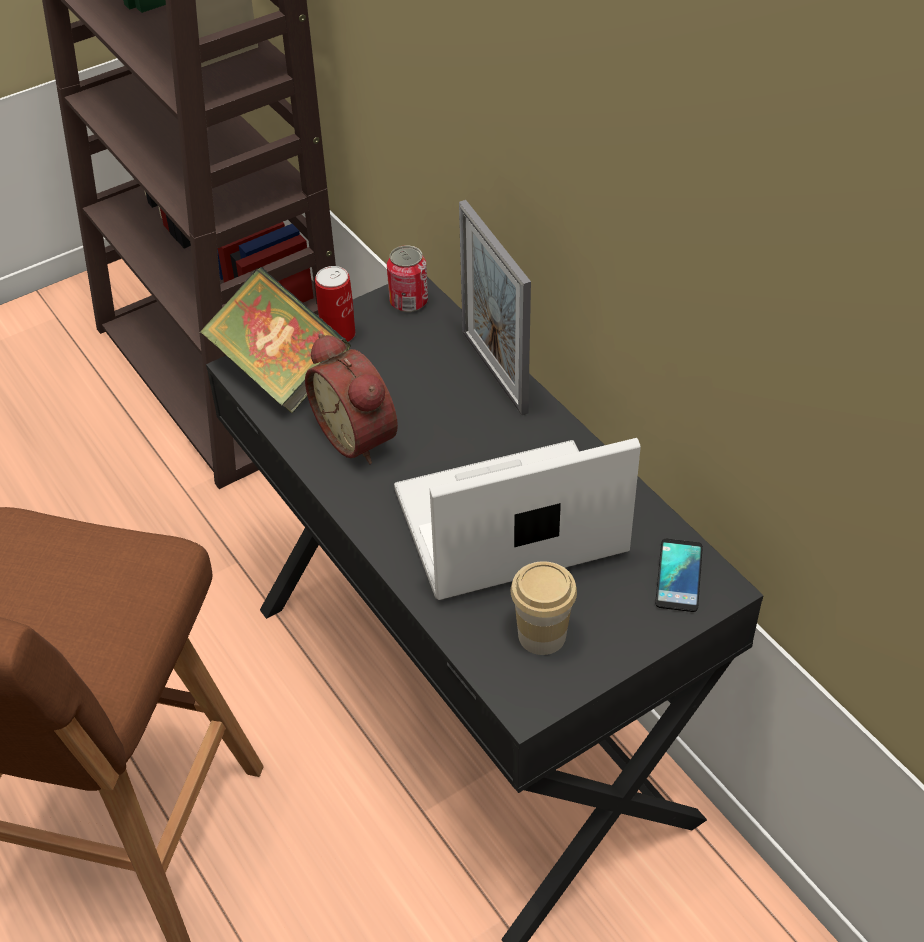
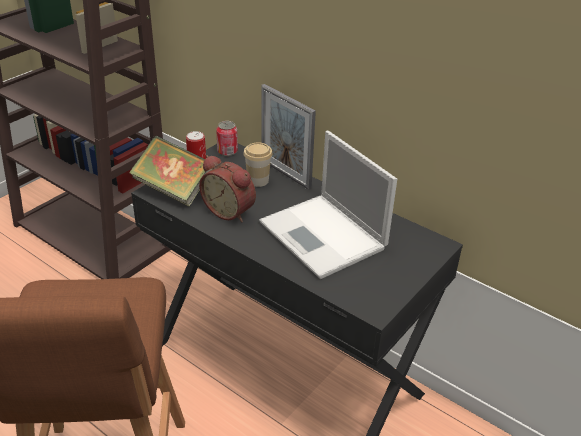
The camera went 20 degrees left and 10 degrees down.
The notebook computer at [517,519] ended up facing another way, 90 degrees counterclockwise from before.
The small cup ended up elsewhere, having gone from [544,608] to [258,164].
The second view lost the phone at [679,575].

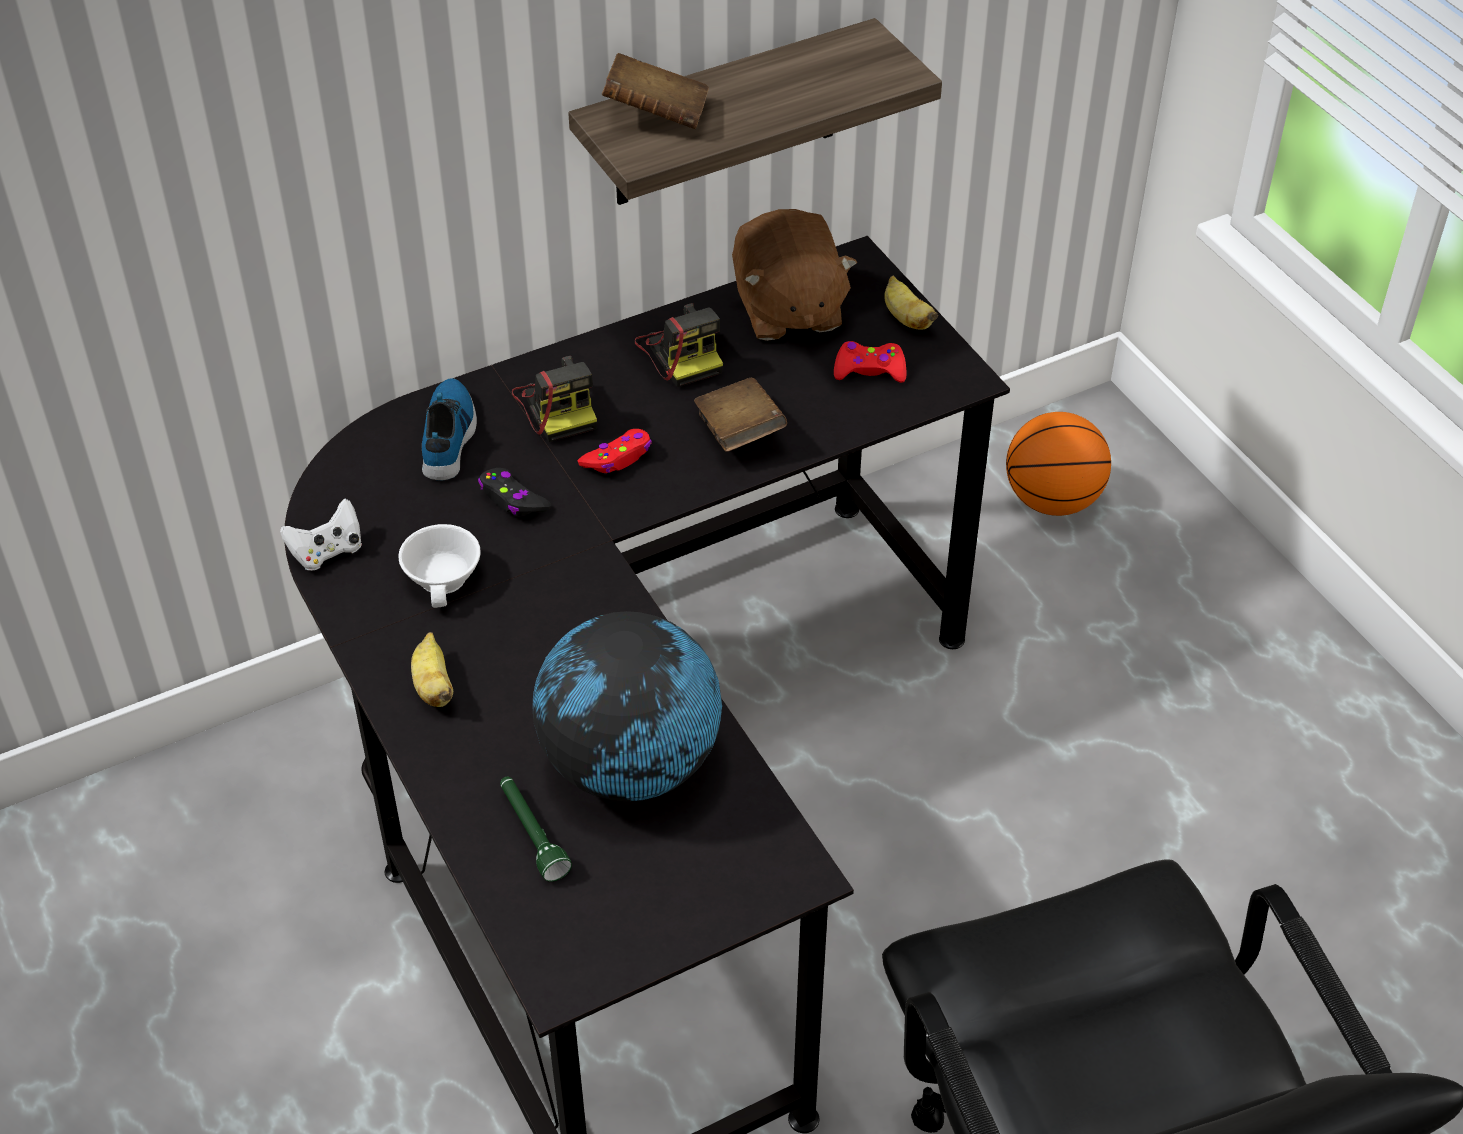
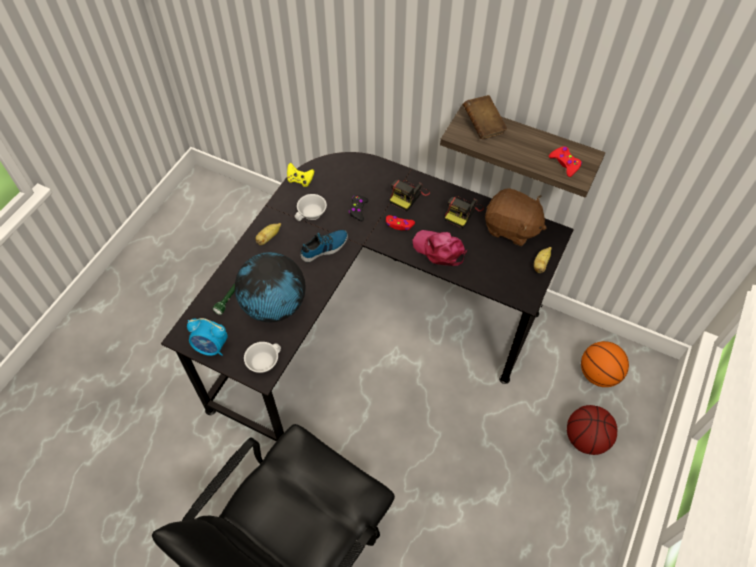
The camera went 55 degrees right and 10 degrees up.
What was the gamepad/white at [321,535] turned into the gamepad/yellowish at [300,175].
The item of footwear ended up elsewhere, having gone from [449,429] to [324,246].
Where the volume/brown-coloured stood at [740,415], the baseball cap/pinkish came to stand at [440,248].
The cuddly toy/brown-coloured at [794,275] ended up facing another way, 105 degrees counterclockwise from before.
The gamepad/reddish ended up elsewhere, having gone from [870,362] to [565,161].
The second view gained the bedside clock at [207,337].
The second view gained the small cup/white at [262,357].
The second view gained the basketball at [592,430].

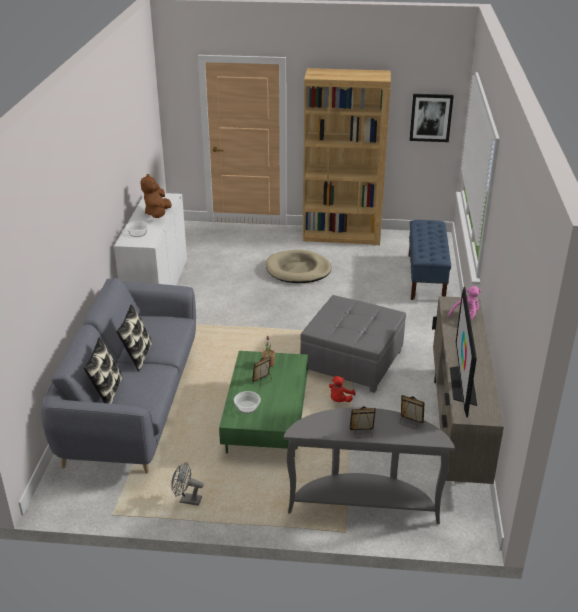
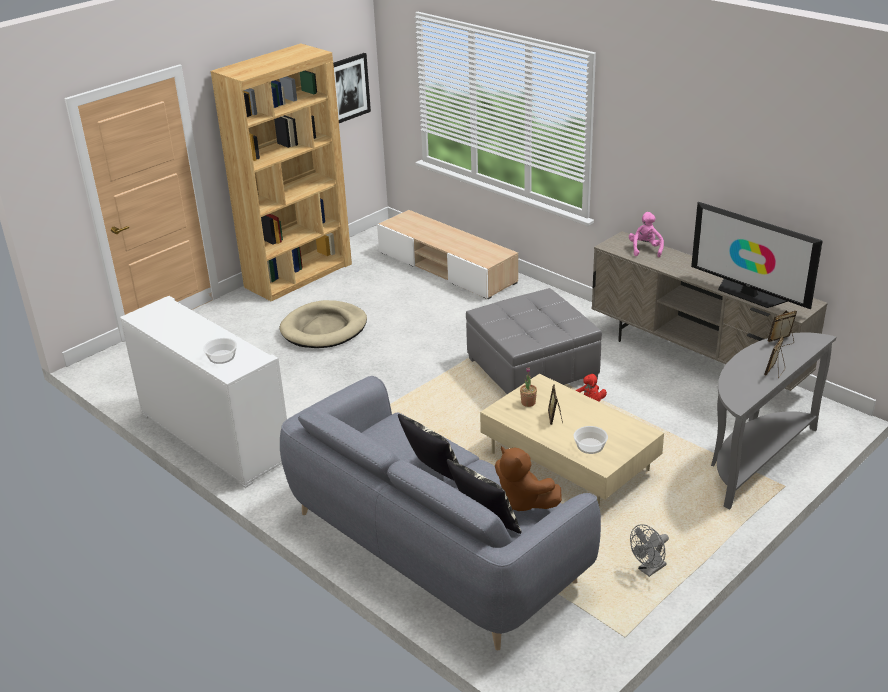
The camera went 50 degrees left and 0 degrees up.
The cuddly toy/brown-coloured ended up elsewhere, having gone from [156,196] to [528,478].
What was the coffee table/greenish at [263,403] turned into the coffee table/beige at [572,441].
Where the bench/bluish stood at [430,260], the tv stand/beige came to stand at [447,254].

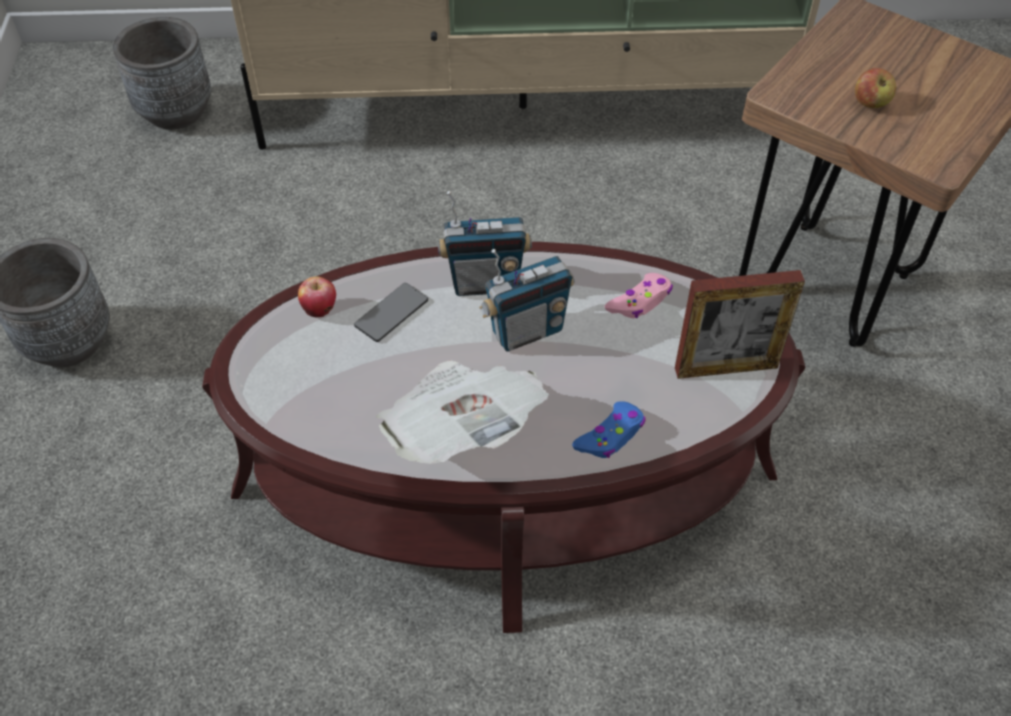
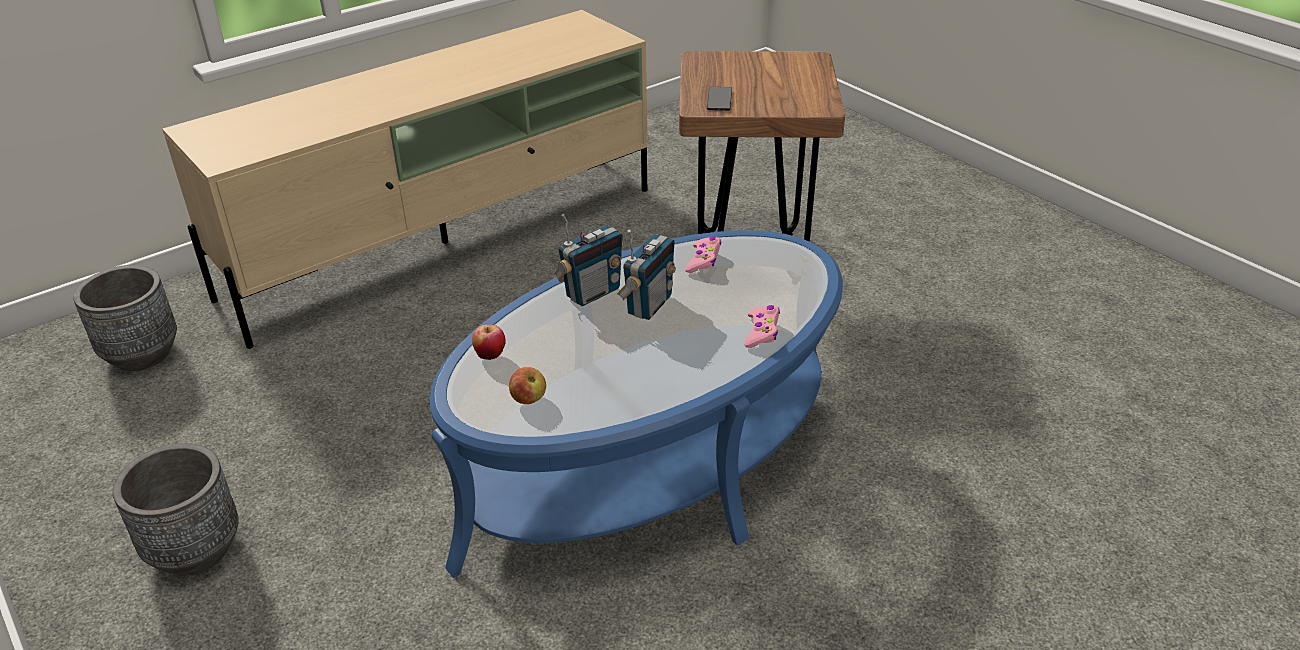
The camera went 35 degrees left and 15 degrees down.
What was the coffee table/brown-coloured at [503,437] turned into the coffee table/bluish at [636,404].
The phone ended up elsewhere, having gone from [391,312] to [719,99].
The second view lost the printed paper at [462,412].
What was the gamepad/bluish at [609,429] turned into the gamepad/pinkish at [762,326].
The second view lost the picture frame at [740,324].
The apple fruit ended up elsewhere, having gone from [875,88] to [527,385].

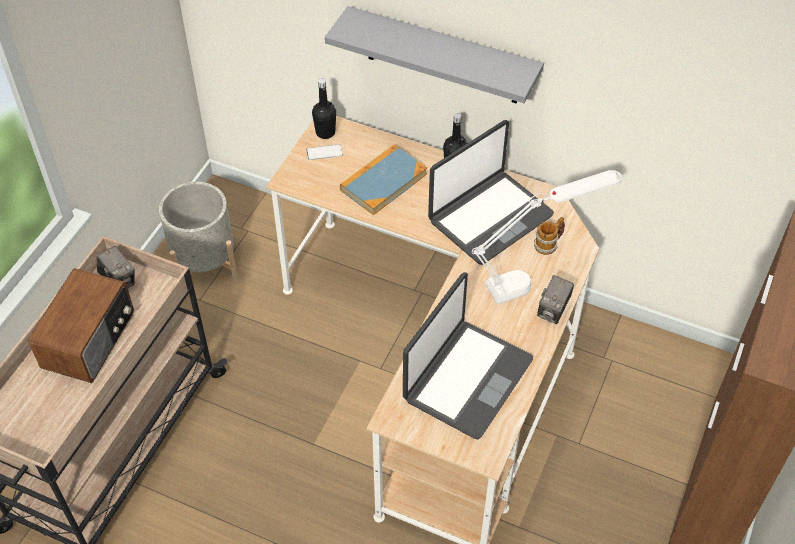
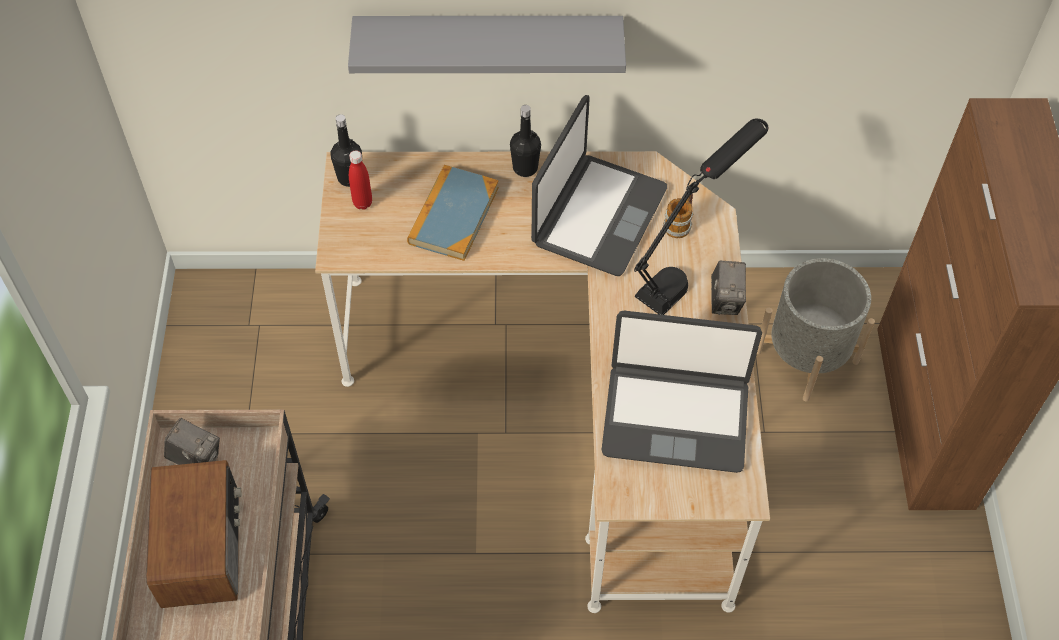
The camera went 25 degrees left and 5 degrees up.
The flower pot/gray ended up elsewhere, having gone from [198,232] to [816,330].
Where the phone stood at [324,152], the beverage bottle/reddish came to stand at [360,180].
The notebook computer at [468,355] ended up facing another way, 90 degrees clockwise from before.
What was the tabletop lamp/white at [547,237] turned into the tabletop lamp/black-coloured at [701,217].

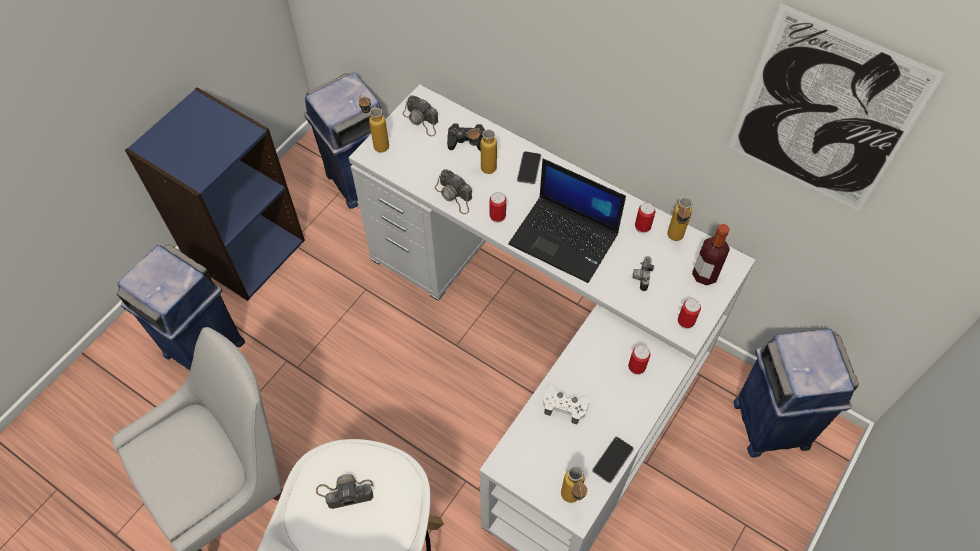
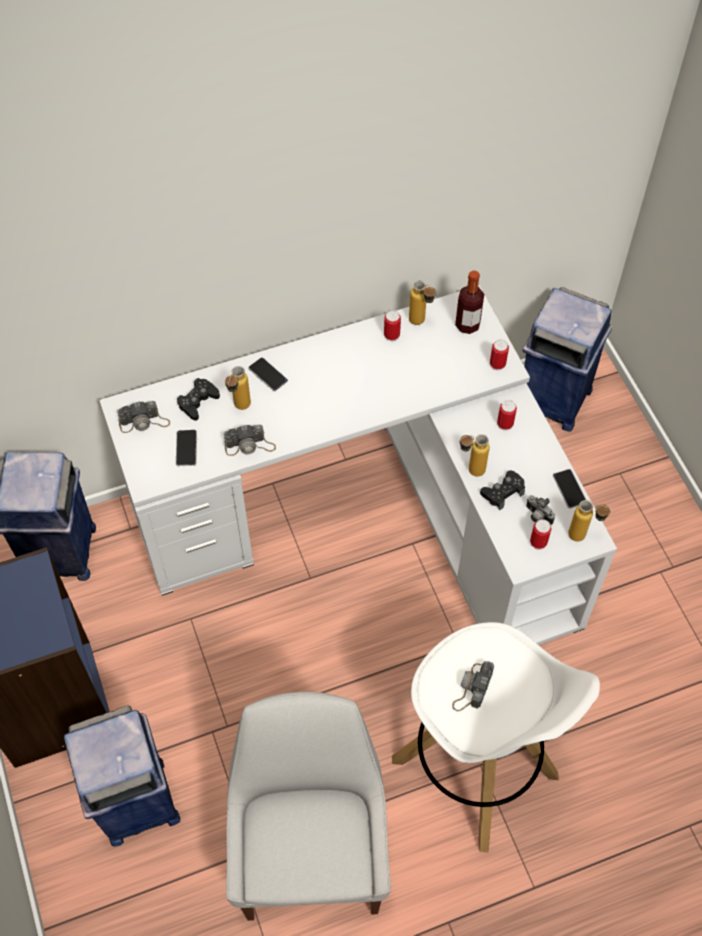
The camera went 55 degrees left and 0 degrees up.
The beverage bottle ended up elsewhere, having gone from [374,123] to [474,455].
The can ended up elsewhere, having gone from [498,207] to [540,534].
The second view lost the notebook computer at [567,220].
What was the gamepad/white at [566,405] turned into the gamepad/black-coloured at [502,490].
The still camera ended up elsewhere, having gone from [643,273] to [540,510].
The second view lost the wall art at [837,107].
The second view gained the phone at [186,448].

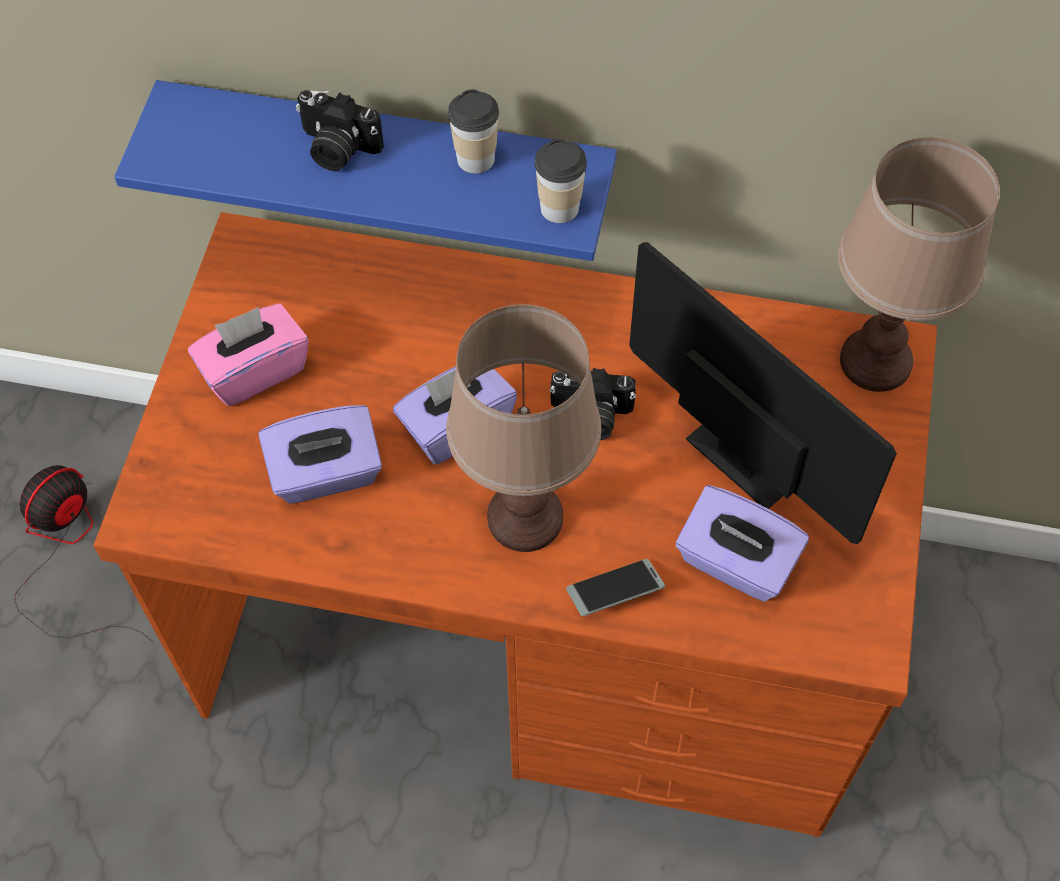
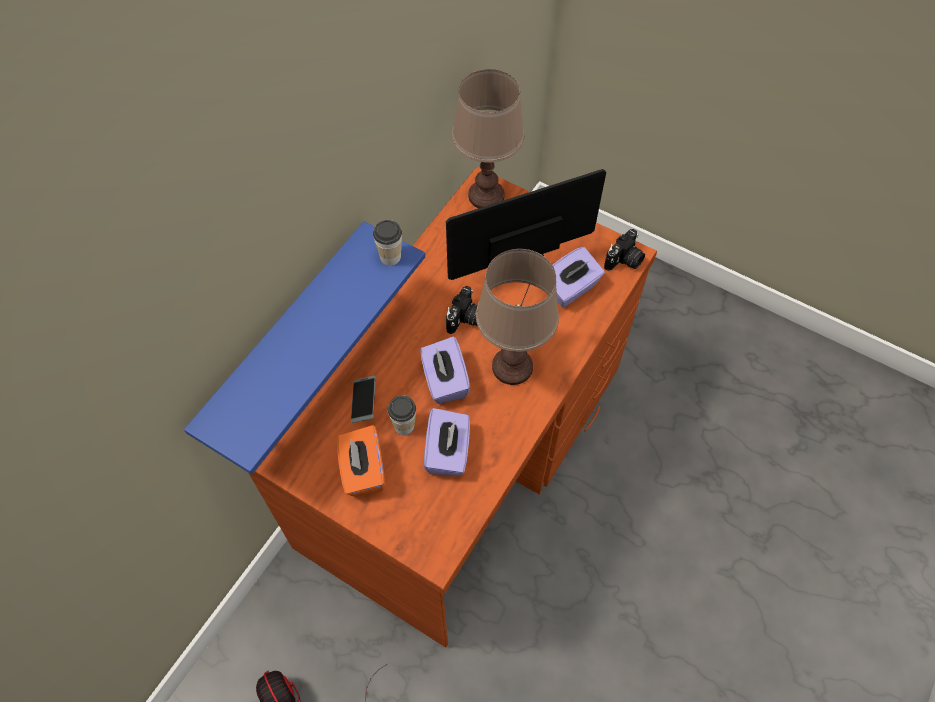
The camera went 70 degrees left and 0 degrees up.
What was the tissue box/pinkish at [248,354] turned into the tissue box/orangey at [361,460].
The still camera ended up elsewhere, having gone from [340,130] to [624,250].
The small cup ended up elsewhere, having gone from [473,131] to [402,415].
The phone ended up elsewhere, having gone from [615,587] to [363,399].

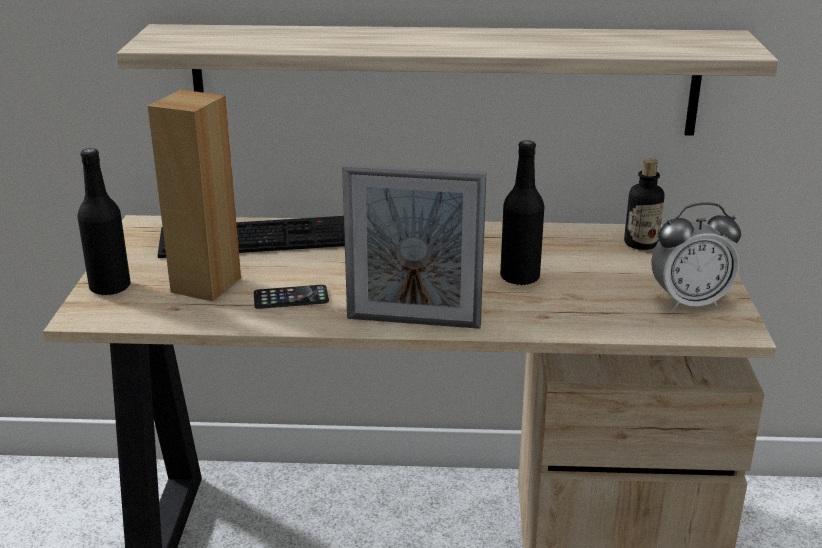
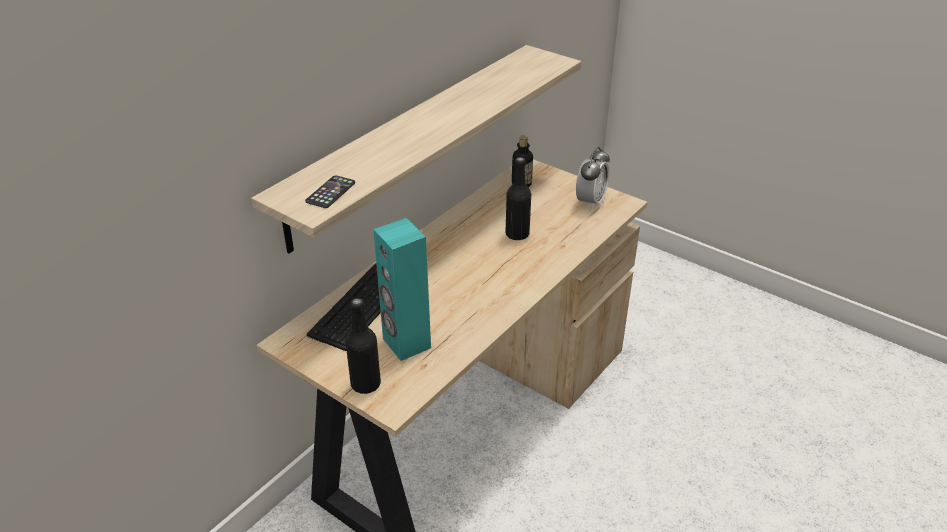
The camera went 55 degrees left and 10 degrees up.
What was the loudspeaker/brown-coloured at [194,195] turned into the loudspeaker/turquoise at [402,289].
The phone ended up elsewhere, having gone from [291,297] to [330,191].
The second view lost the picture frame at [414,246].

